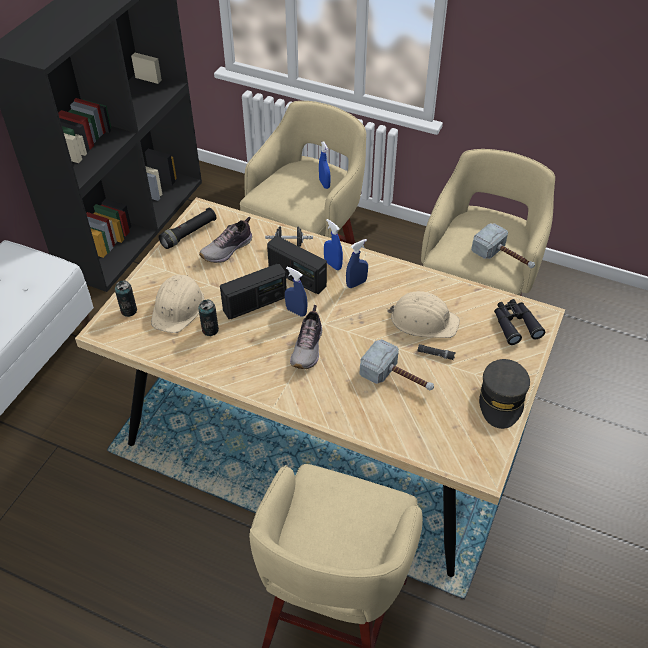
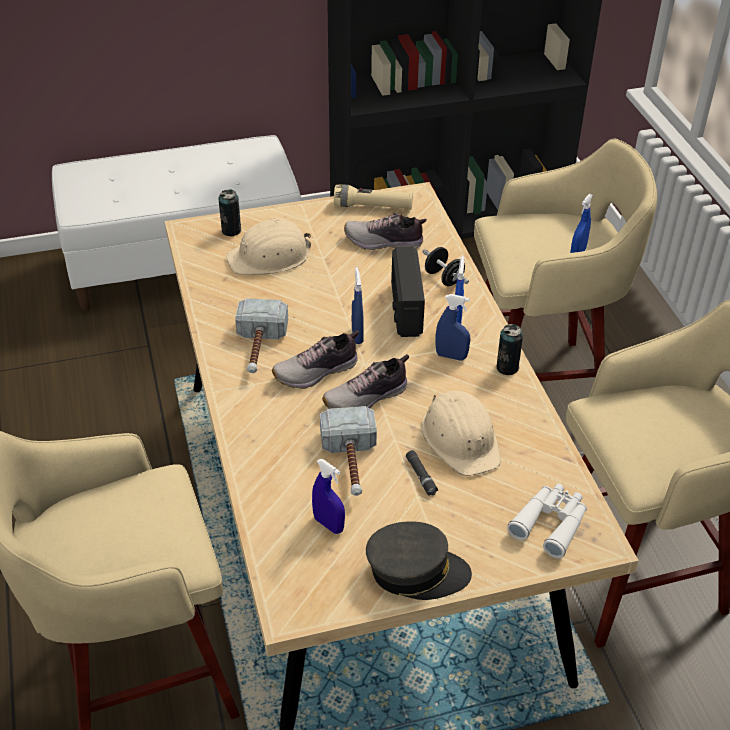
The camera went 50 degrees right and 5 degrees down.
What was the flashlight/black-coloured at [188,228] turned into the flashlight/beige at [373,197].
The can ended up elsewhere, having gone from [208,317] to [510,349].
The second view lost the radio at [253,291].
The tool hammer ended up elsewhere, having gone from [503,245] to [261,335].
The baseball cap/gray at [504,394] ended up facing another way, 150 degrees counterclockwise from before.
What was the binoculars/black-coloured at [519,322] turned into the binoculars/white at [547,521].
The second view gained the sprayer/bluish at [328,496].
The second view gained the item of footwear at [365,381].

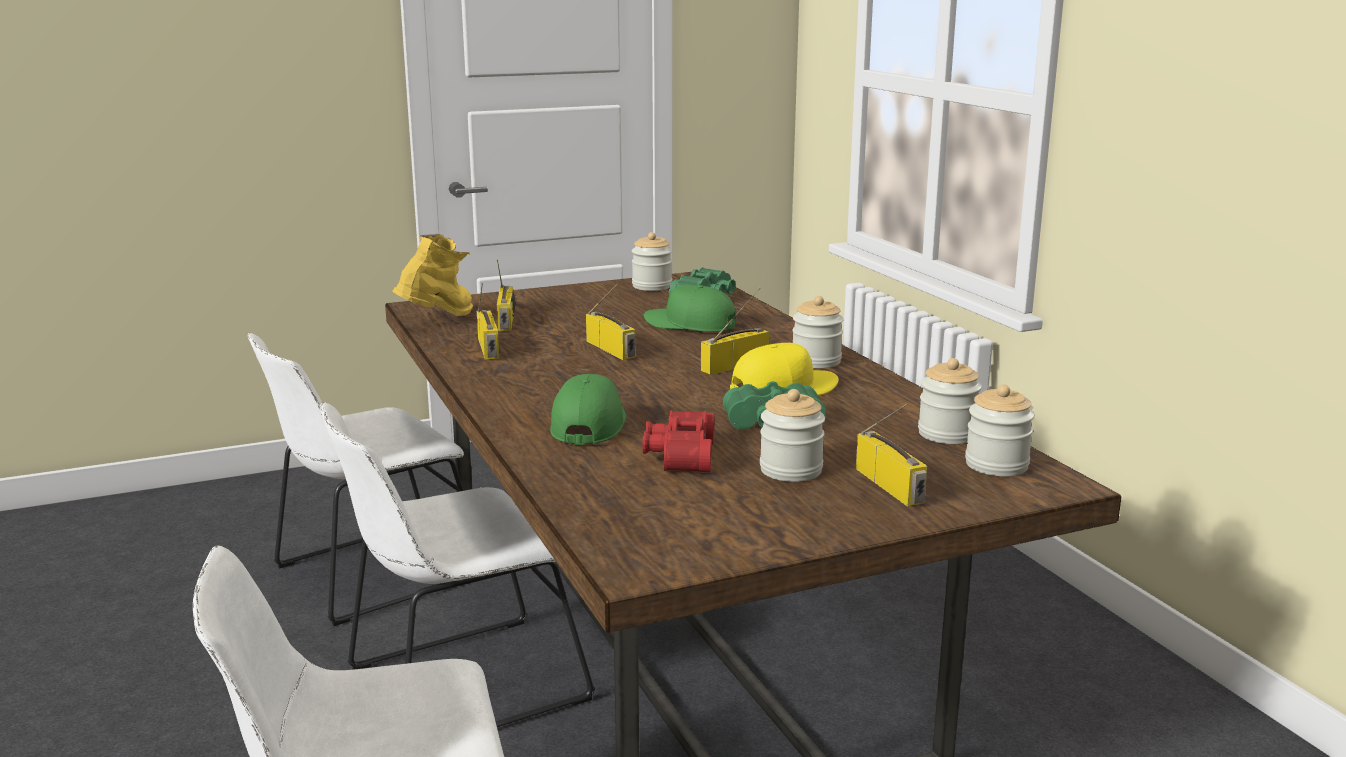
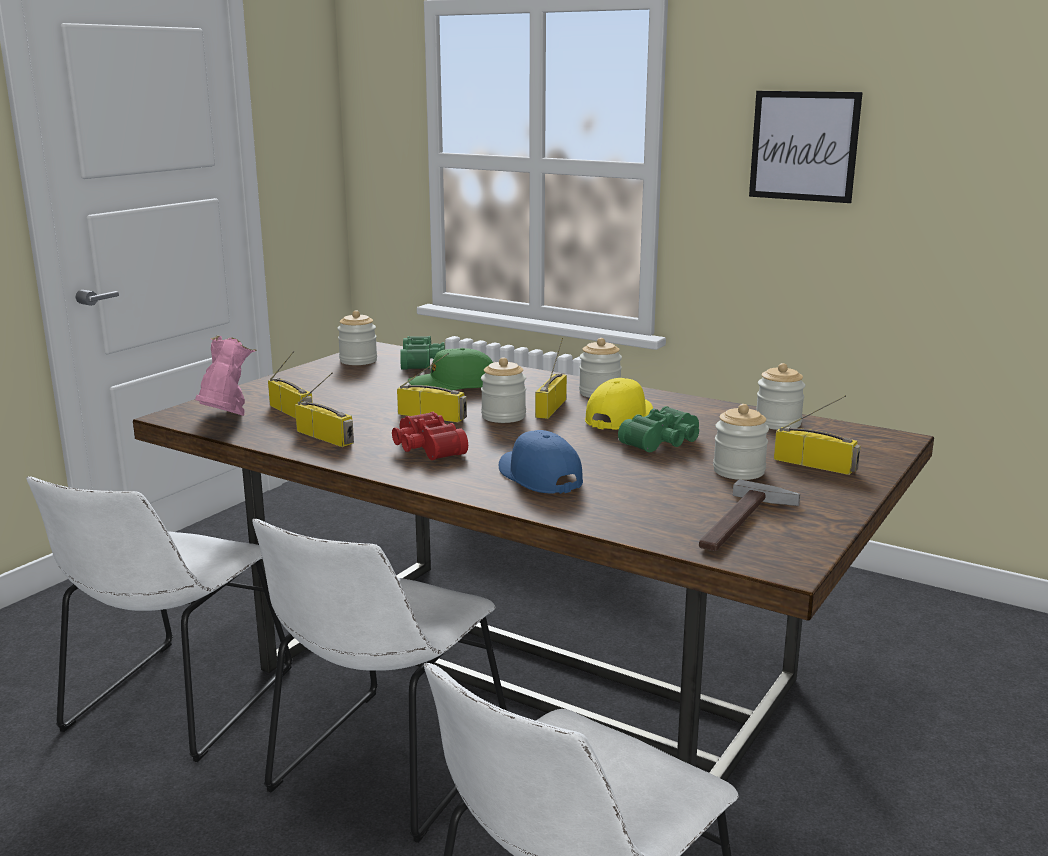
The camera went 35 degrees left and 0 degrees up.
What was the tall boot/yellowish at [433,275] turned into the tall boot/pinkish at [226,375].
What was the baseball cap/greenish at [588,409] turned into the baseball cap/bluish at [541,462].
The binoculars/reddish ended up elsewhere, having gone from [679,441] to [430,436].
The jar ended up elsewhere, having gone from [1000,430] to [503,390].
The second view gained the tool hammer at [749,515].
The second view gained the wall art at [806,147].

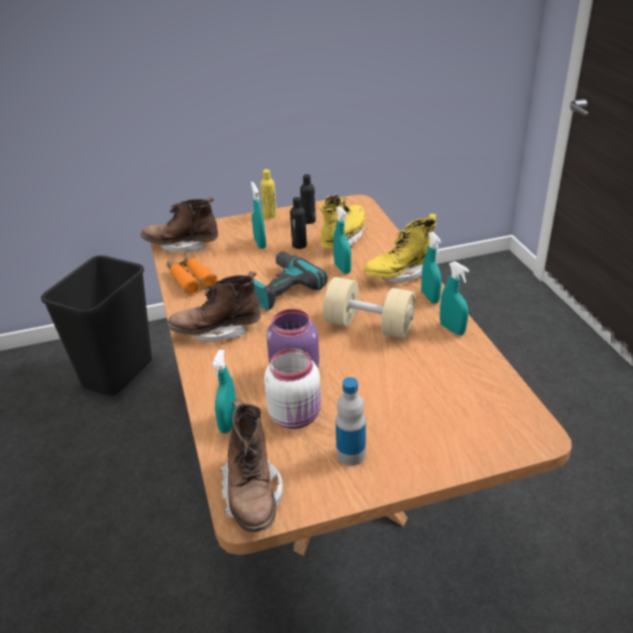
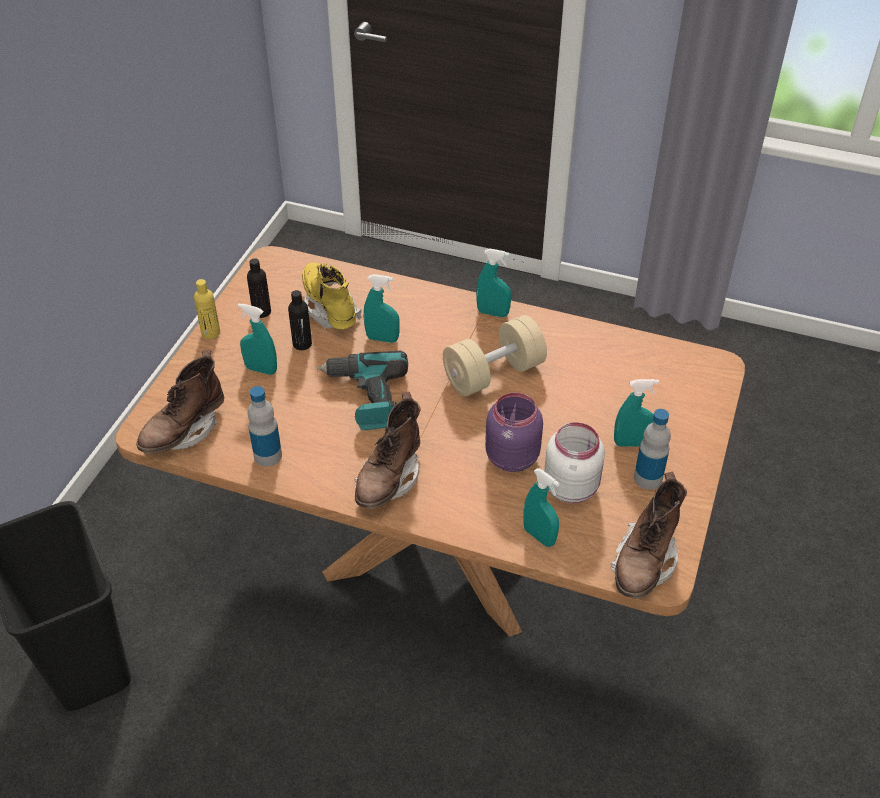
The camera went 55 degrees left and 10 degrees up.
Where the binoculars/orangey stood at [192,274], the beverage bottle came to stand at [265,426].
The tall boot/brown-coloured at [251,465] ended up facing another way, 90 degrees clockwise from before.
The second view lost the tall boot/yellowish at [400,248].
The sprayer/turquoise ended up elsewhere, having gone from [454,298] to [636,413].

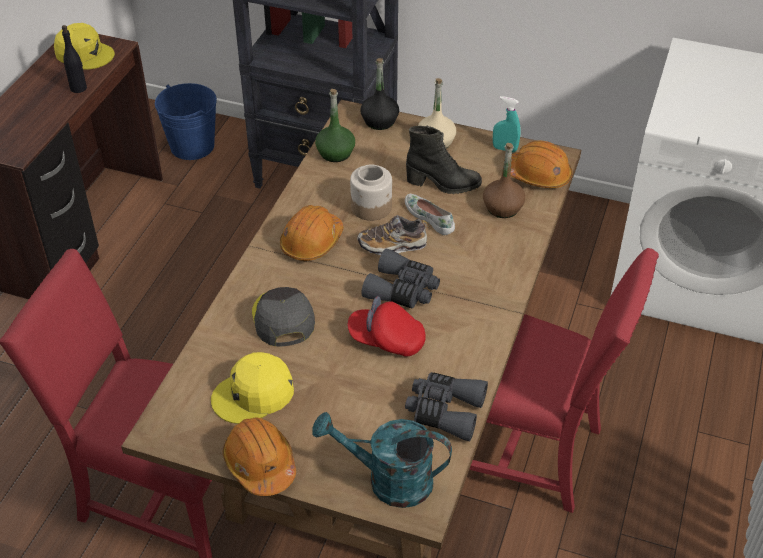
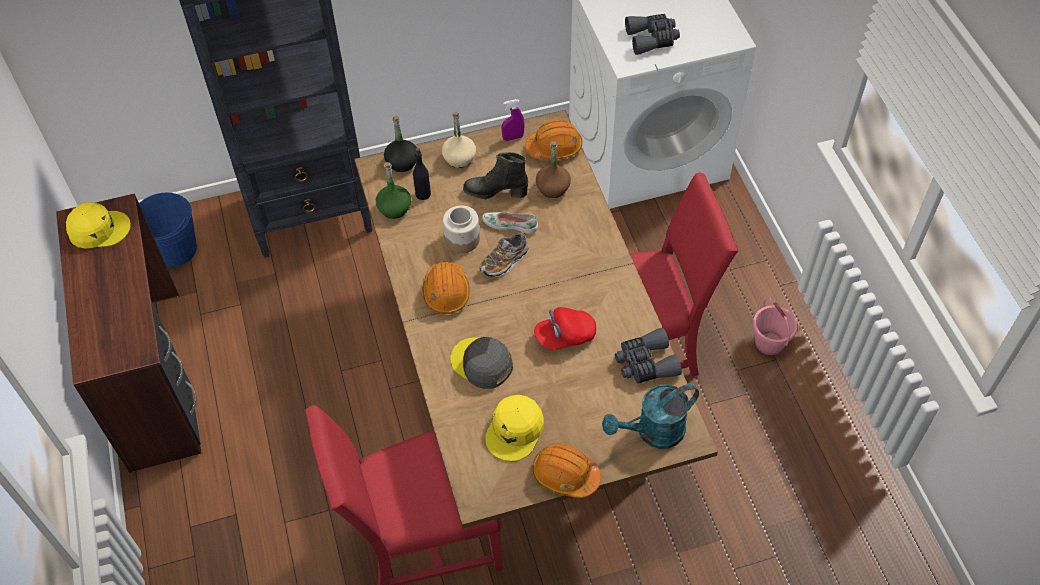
The camera went 35 degrees left and 10 degrees up.
The beverage bottle/black-coloured ended up elsewhere, having gone from [74,59] to [422,174].
The binoculars/gray ended up elsewhere, having gone from [400,278] to [652,34].
The tall boot/black-coloured at [444,160] ended up facing another way, 150 degrees counterclockwise from before.
What was the sprayer/turquoise at [507,124] turned into the sprayer/purple-coloured at [513,120].
The second view gained the water bucket/pinkish at [775,326].

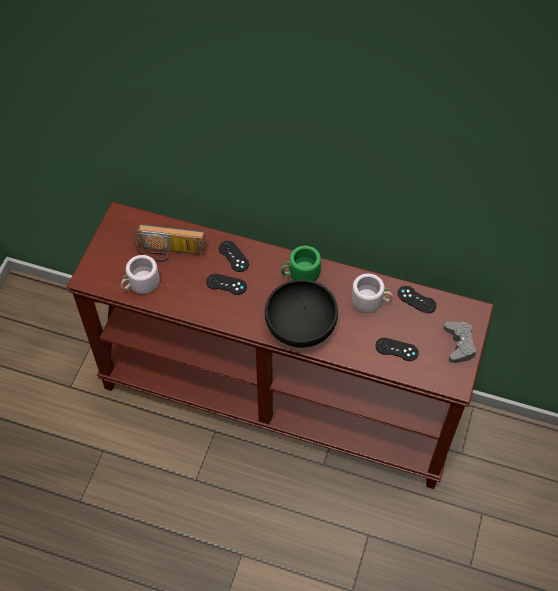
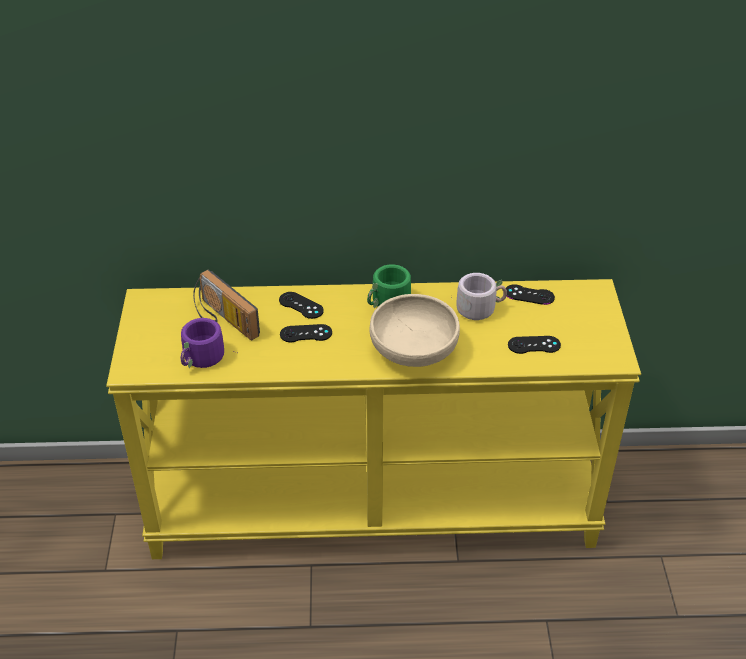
The camera went 20 degrees left and 15 degrees down.
What was the hall table/brown-coloured at [280,345] turned into the hall table/yellowish at [373,419].
What was the coffee mug/gray at [140,274] turned into the coffee mug/purple-coloured at [209,343].
The radio at [170,243] ended up facing another way, 60 degrees clockwise from before.
What was the bowl/black-coloured at [301,313] turned into the bowl/beige at [414,330].
The second view lost the gamepad/gray at [460,342].

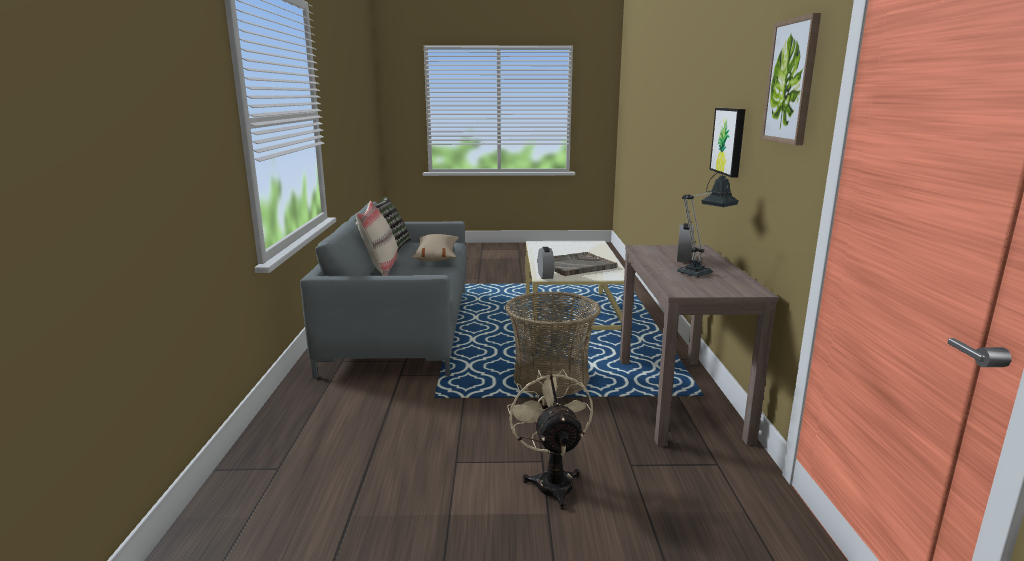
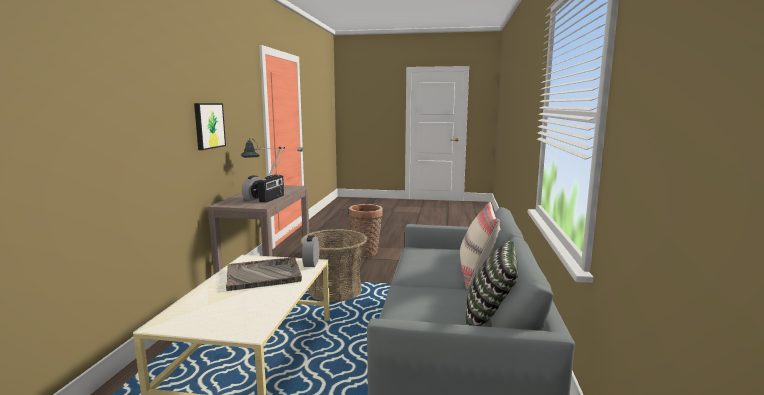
The camera went 170 degrees left and 5 degrees down.
The second view lost the throw pillow/beige at [435,247].
Where the electric fan/beige stood at [550,439], the storage basket came to stand at [366,230].
The second view lost the wall art at [791,79].
The second view gained the radio at [271,188].

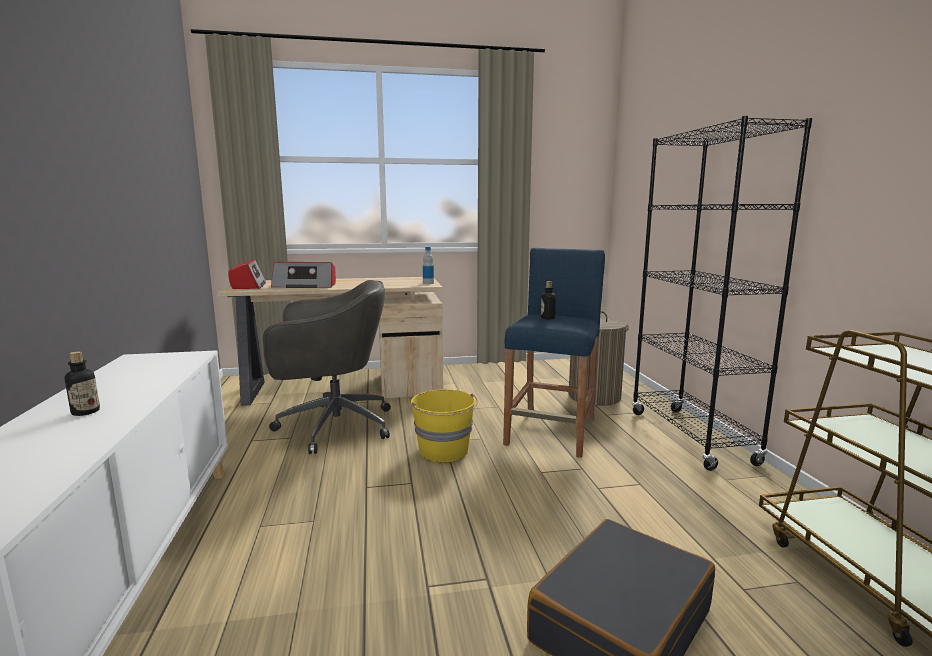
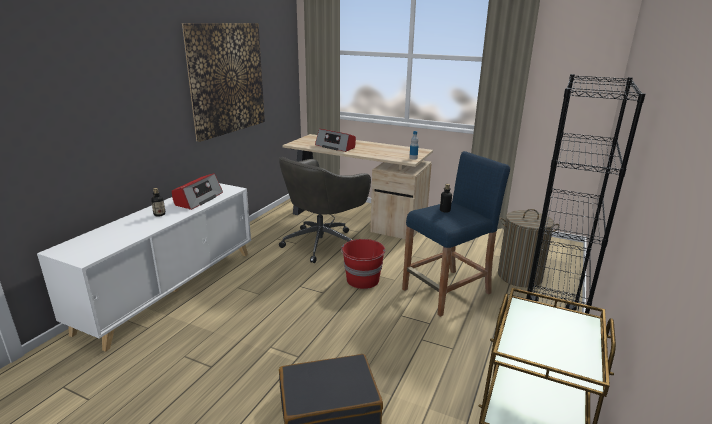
The camera went 35 degrees right and 10 degrees up.
The radio ended up elsewhere, having gone from [247,274] to [197,191].
The desk chair/gray at [327,367] ended up facing another way, 105 degrees clockwise from before.
What was the water bucket/yellowish at [444,425] turned into the water bucket/reddish at [363,264].
The second view gained the wall art at [223,82].

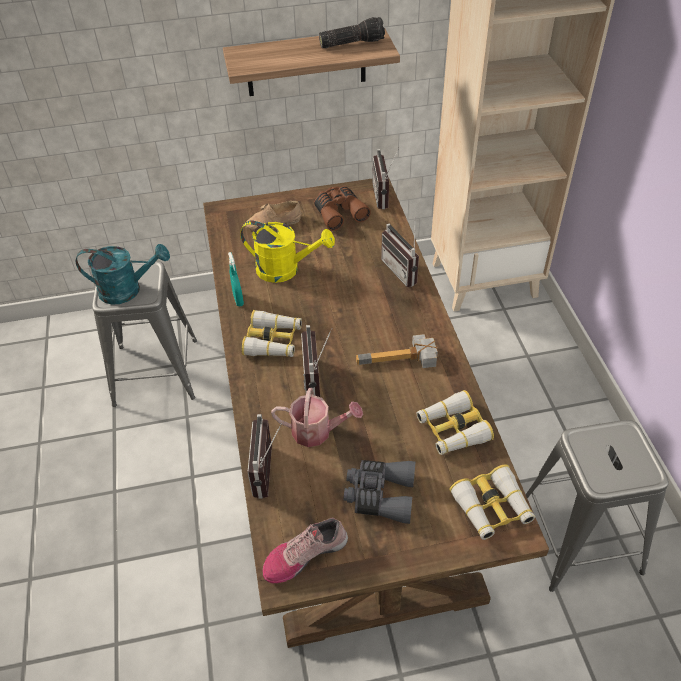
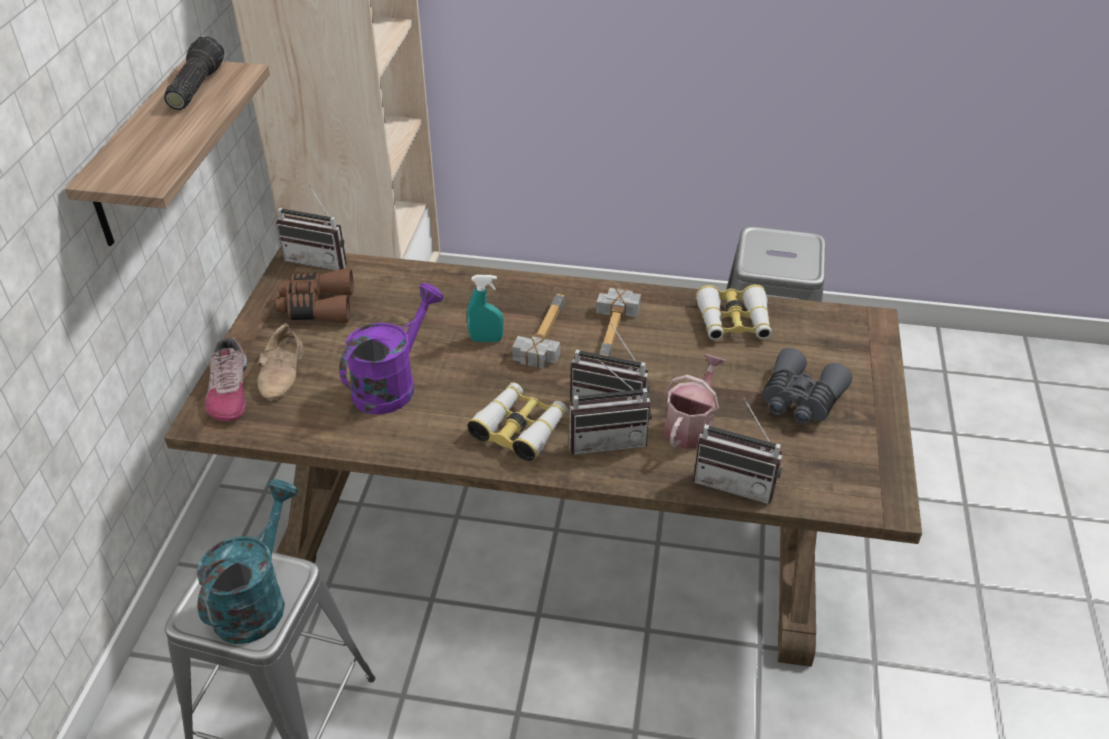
The camera went 70 degrees left and 5 degrees down.
The sprayer/turquoise ended up elsewhere, having gone from [236,279] to [485,308].
What was the watering pot/yellowish at [287,252] turned into the watering pot/purple-coloured at [391,349].
The item of footwear ended up elsewhere, having gone from [305,550] to [226,379].
The radio ended up elsewhere, having gone from [400,254] to [610,406].
The second view lost the binoculars at [492,502].
The second view gained the tool hammer at [538,331].

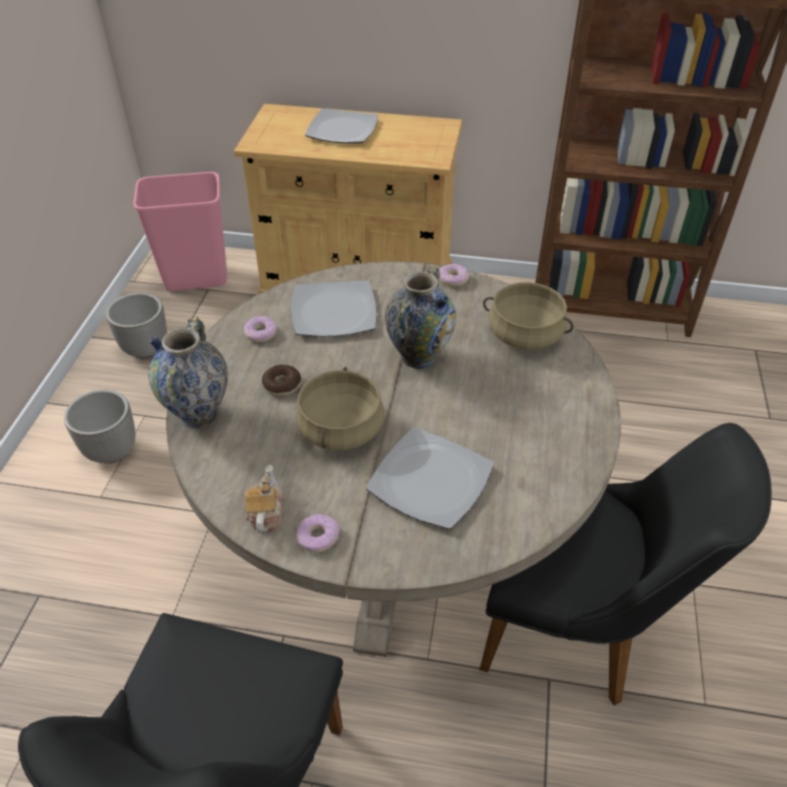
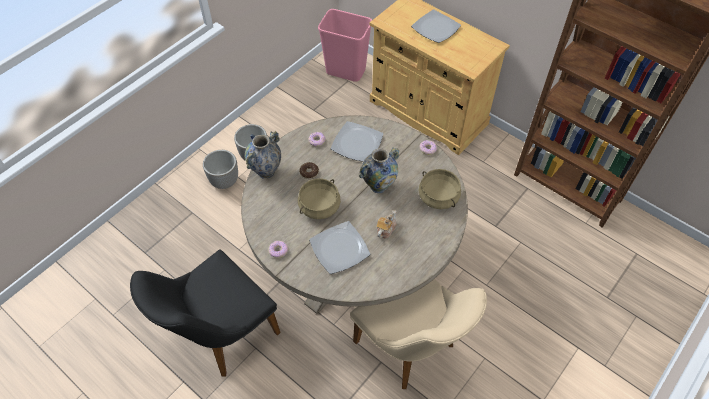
The camera went 30 degrees right and 10 degrees up.
The flower pot ended up elsewhere, having gone from [136,326] to [220,169].
The pot for tea ended up elsewhere, having gone from [264,499] to [386,224].
What was the chair/black-coloured at [625,564] turned into the chair/beige at [418,334].

